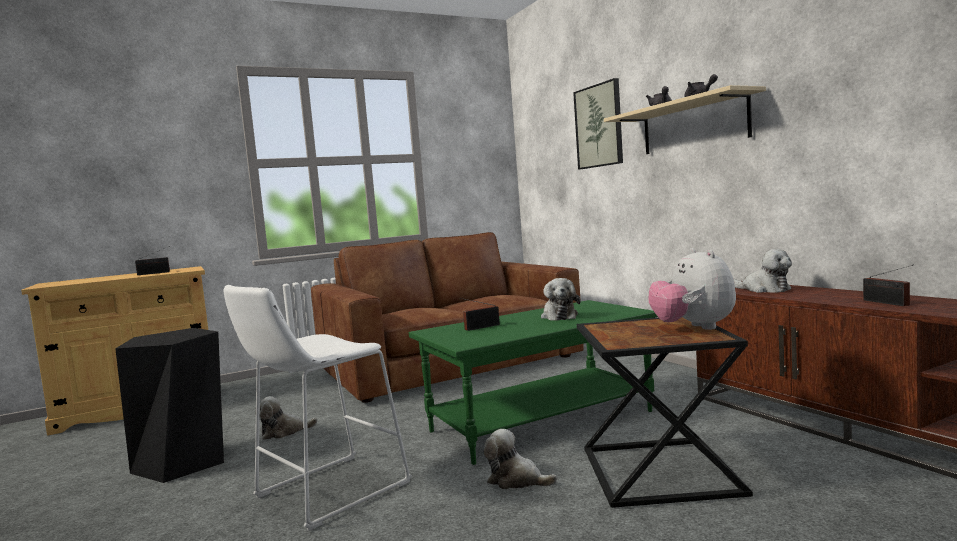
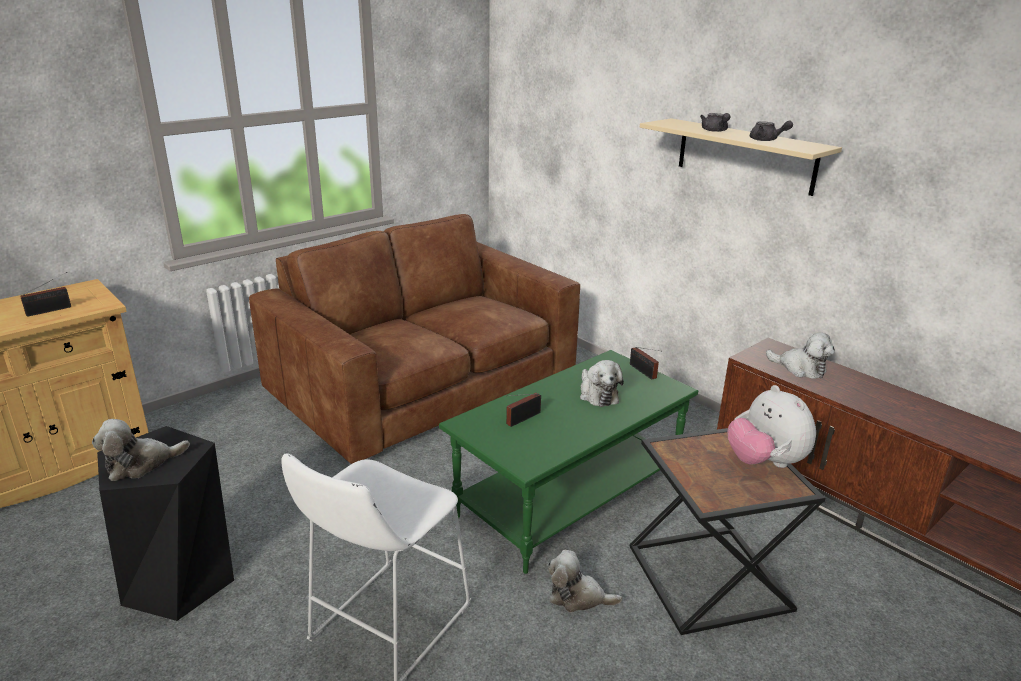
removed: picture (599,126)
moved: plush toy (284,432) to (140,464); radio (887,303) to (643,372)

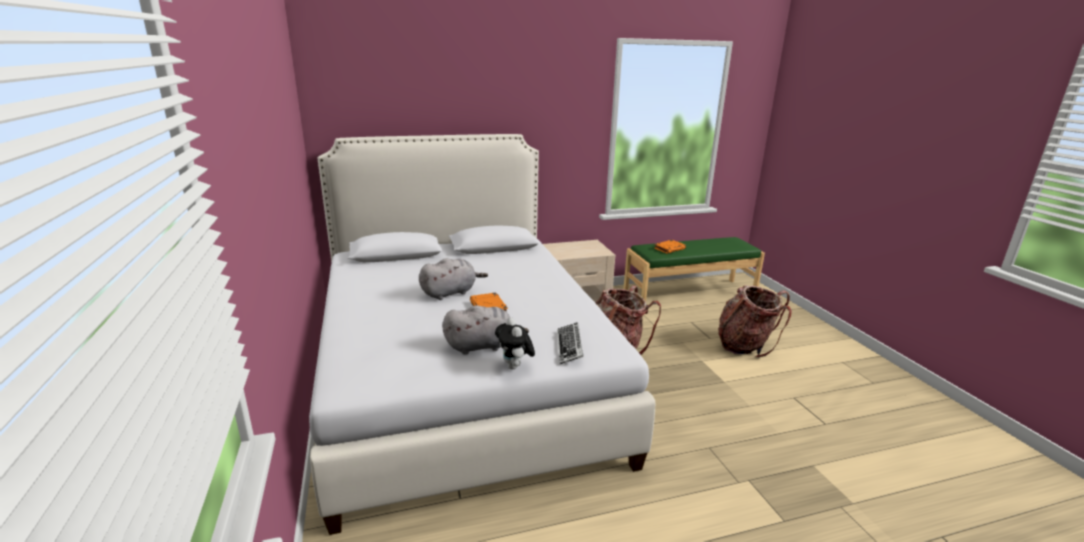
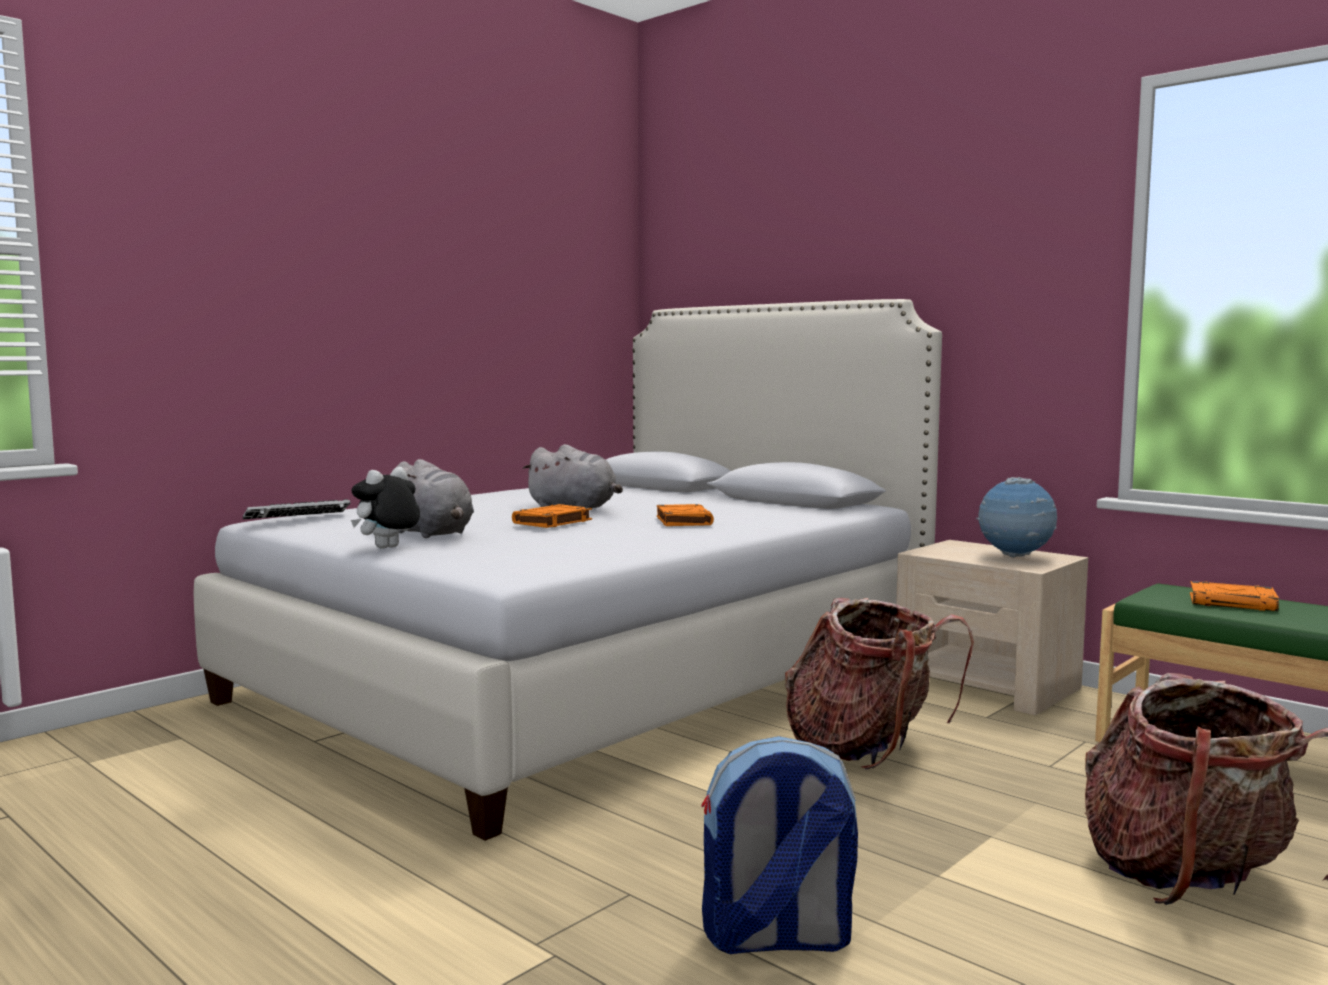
added: book/orange (683,521); backpack (776,938); globe (1015,557)
moved: keyboard (569,347) to (297,517)

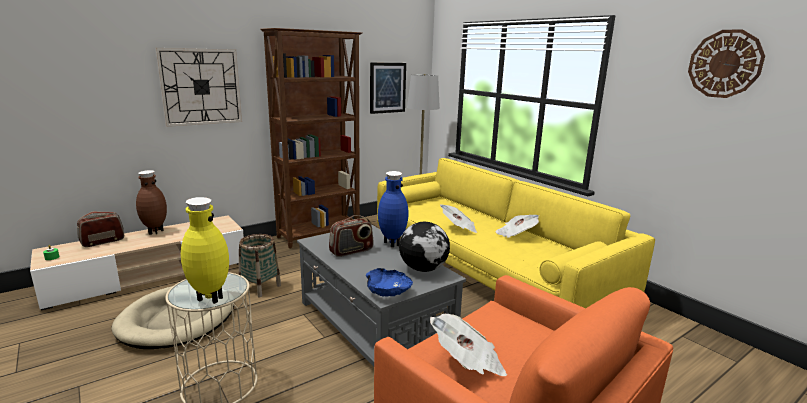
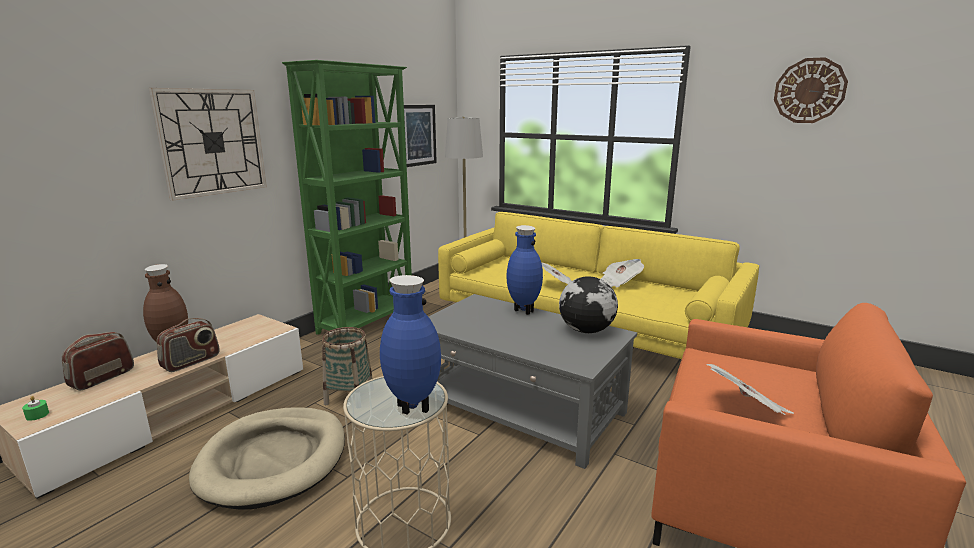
removed: bowl/blue (387,290)
moved: radio (351,251) to (191,362)
recoloured: vase/yellow (209,298) to vase/blue (412,408); bookcase/brown (320,234) to bookcase/green (368,322)

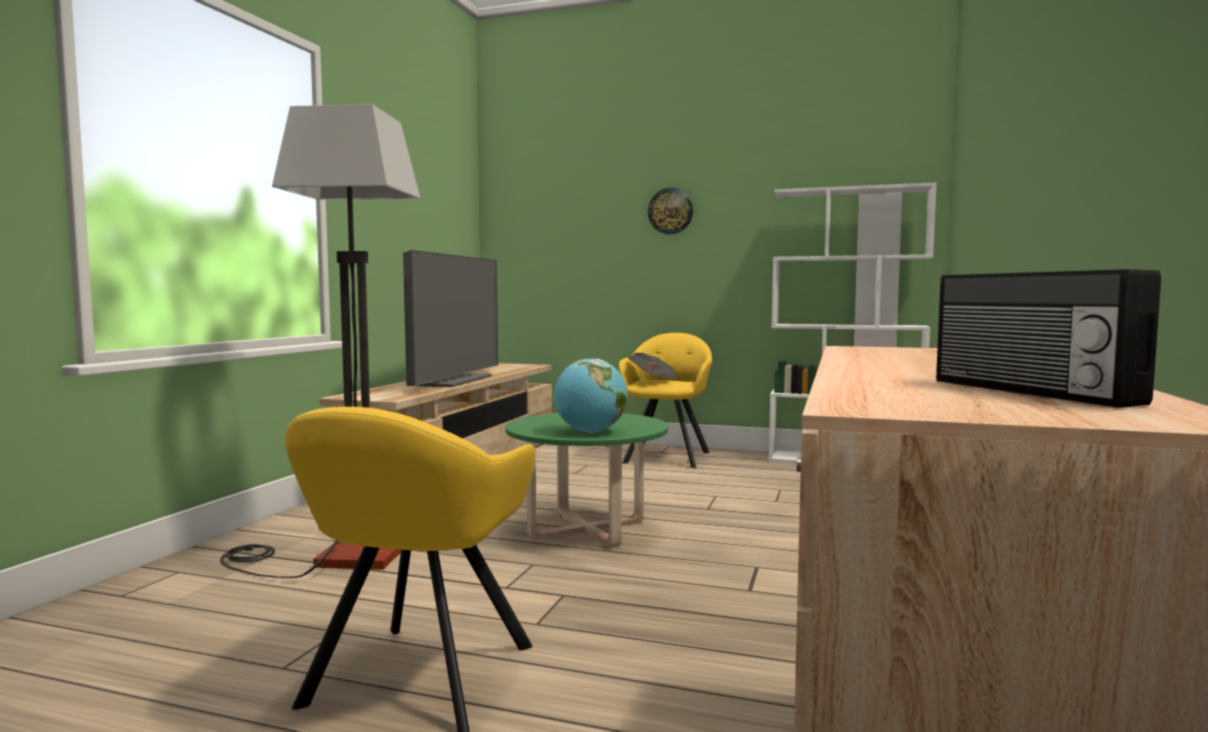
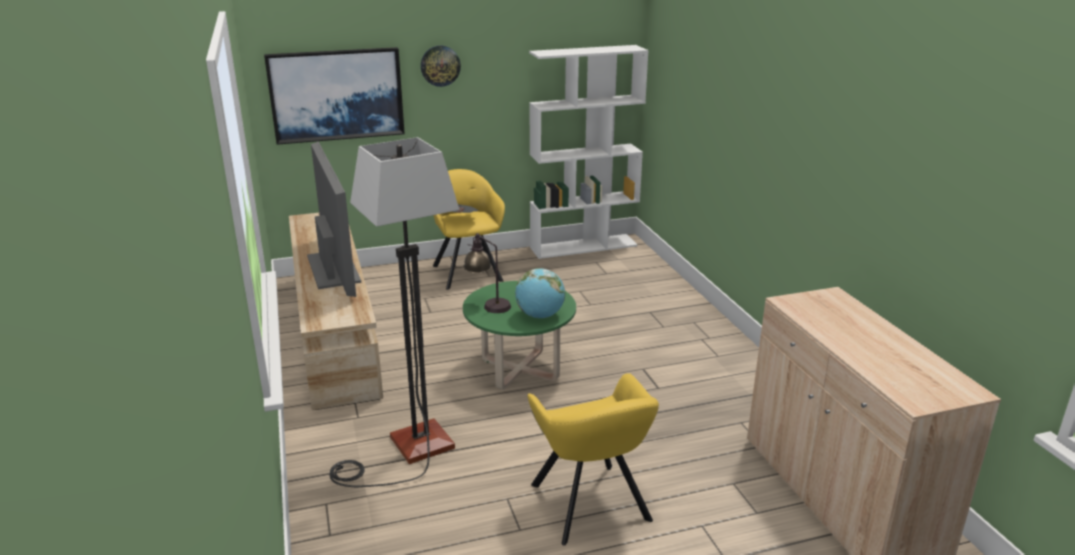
removed: radio (1027,392)
added: picture (336,94); table lamp (487,305)

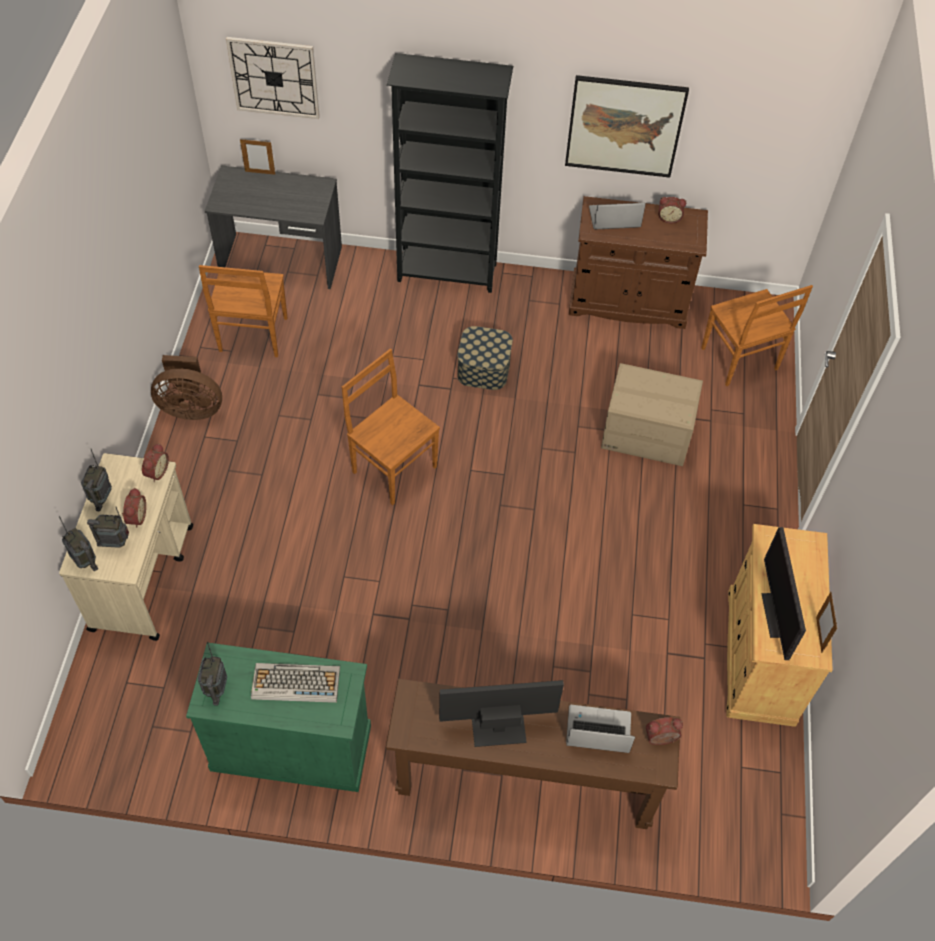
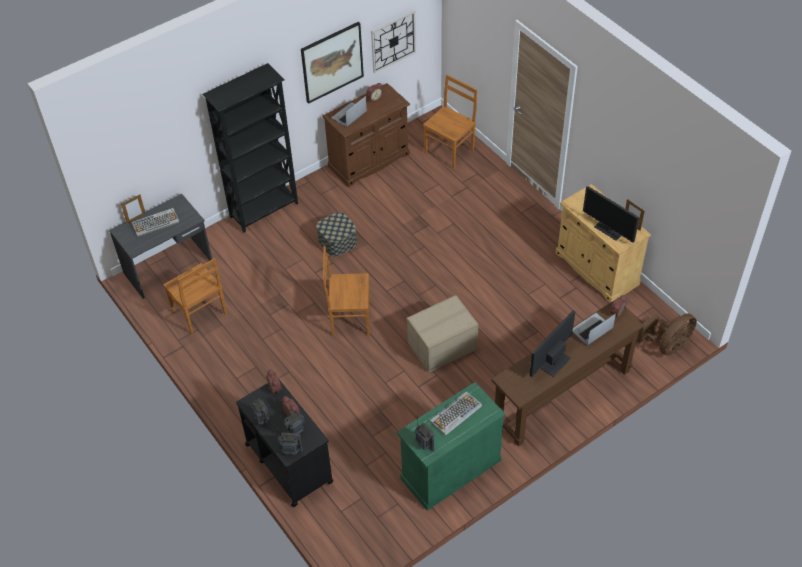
added: keyboard (156,222)
moved: fan/brown (191,408) to (667,345); wall clock (274,77) to (393,41); cardboard box (646,434) to (442,346)
recoloured: cart/beige (143,576) to cart/black (288,462)
turned: chair/brown (740,360) = (450,151) 75 degrees counterclockwise

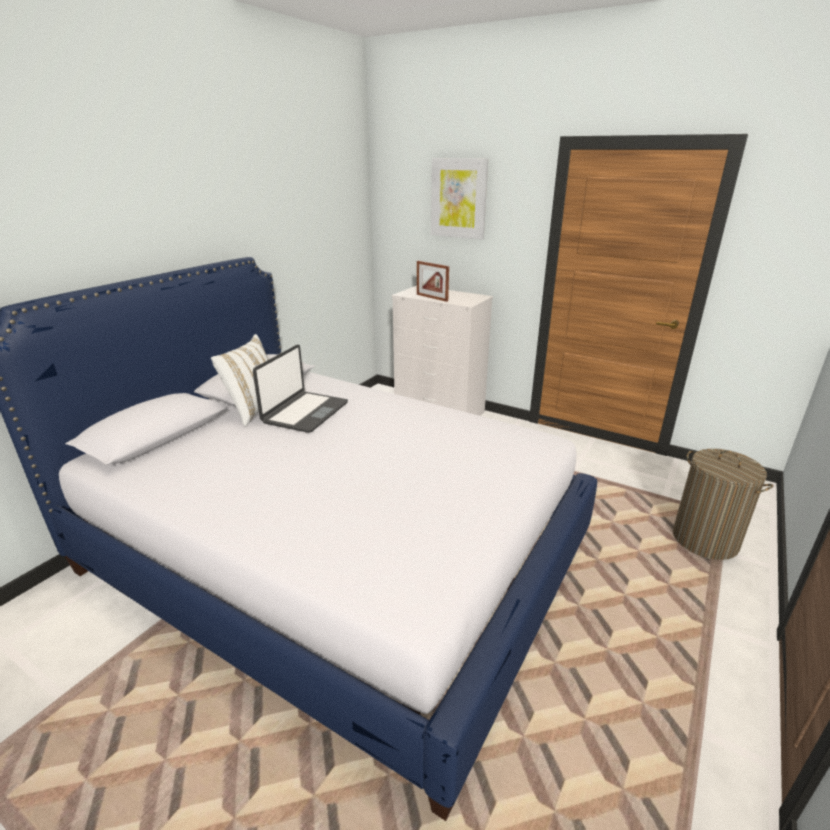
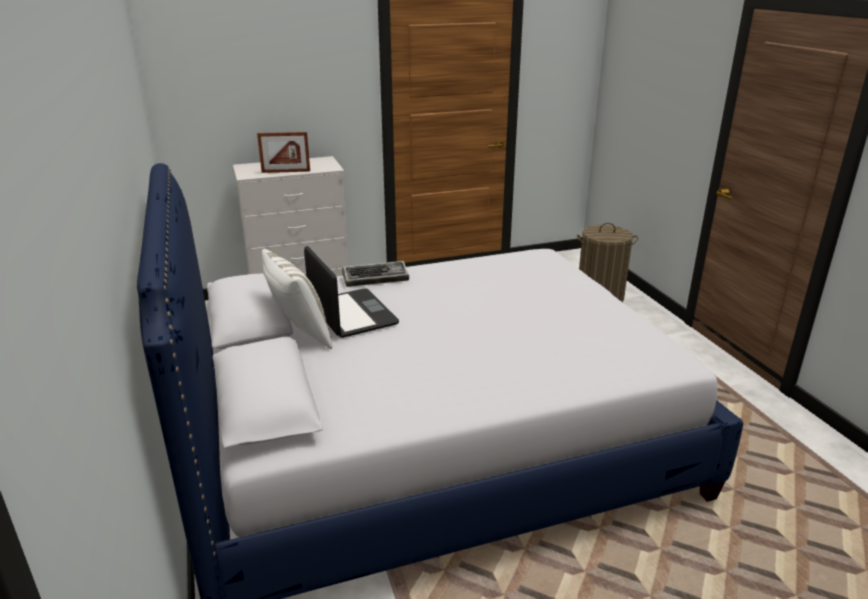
removed: picture (458,198)
added: keyboard (376,278)

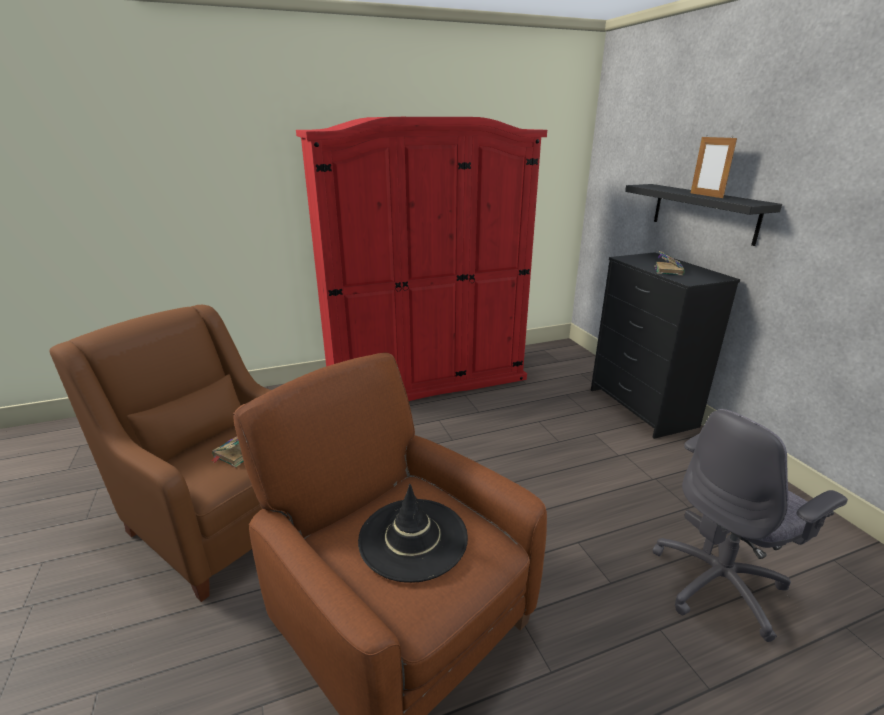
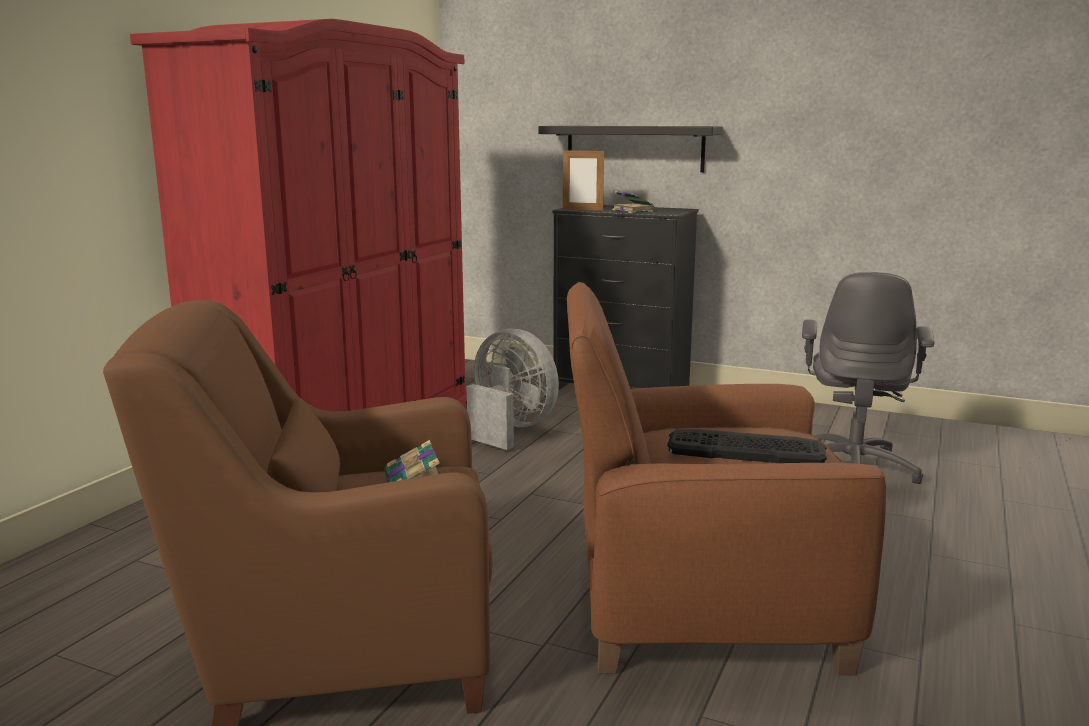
added: fan/grey (509,429)
moved: picture frame (706,195) to (582,209)
replaced: hat/black (413,538) to keyboard (745,448)

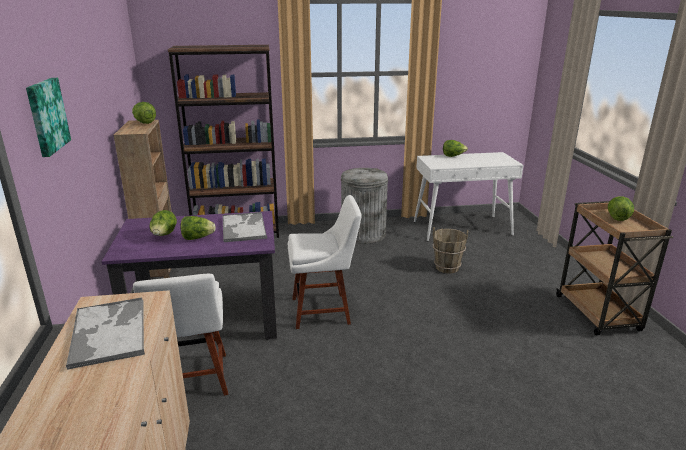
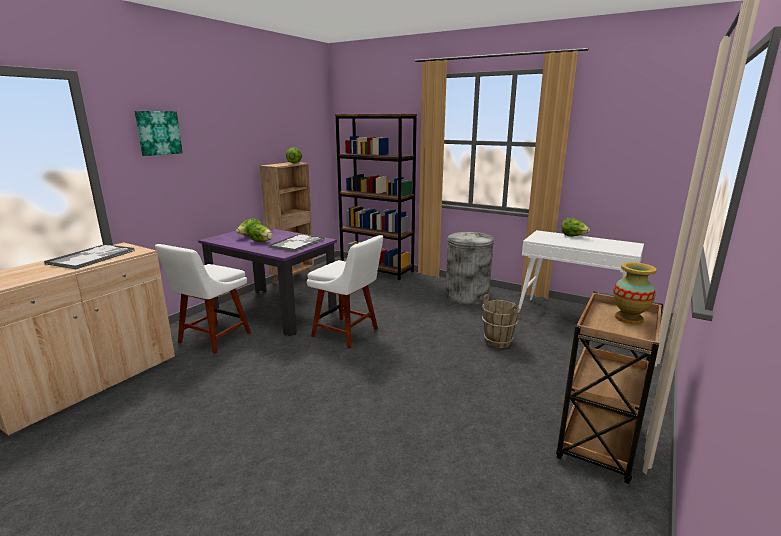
replaced: lettuce (617,217) to vase (628,319)

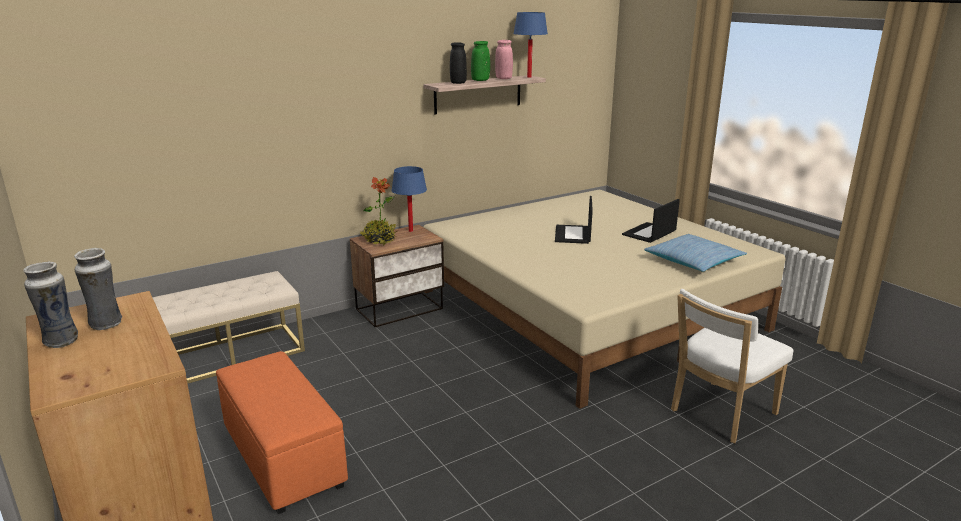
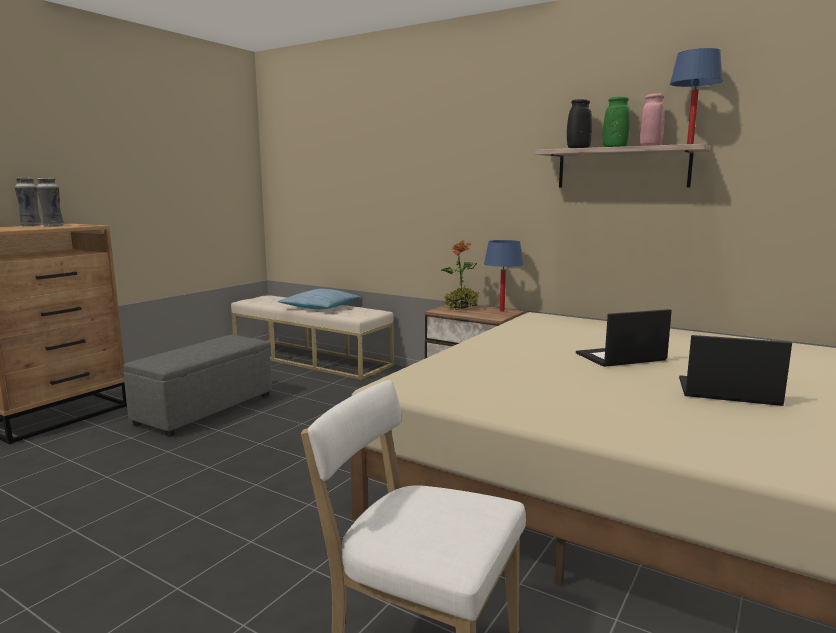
moved: pillow (693,261) to (320,307)
recoloured: ottoman/orange (284,457) to ottoman/grey (204,410)

